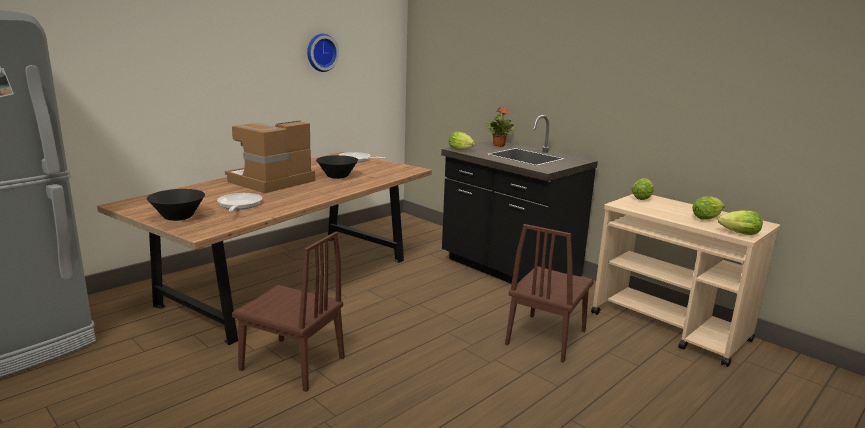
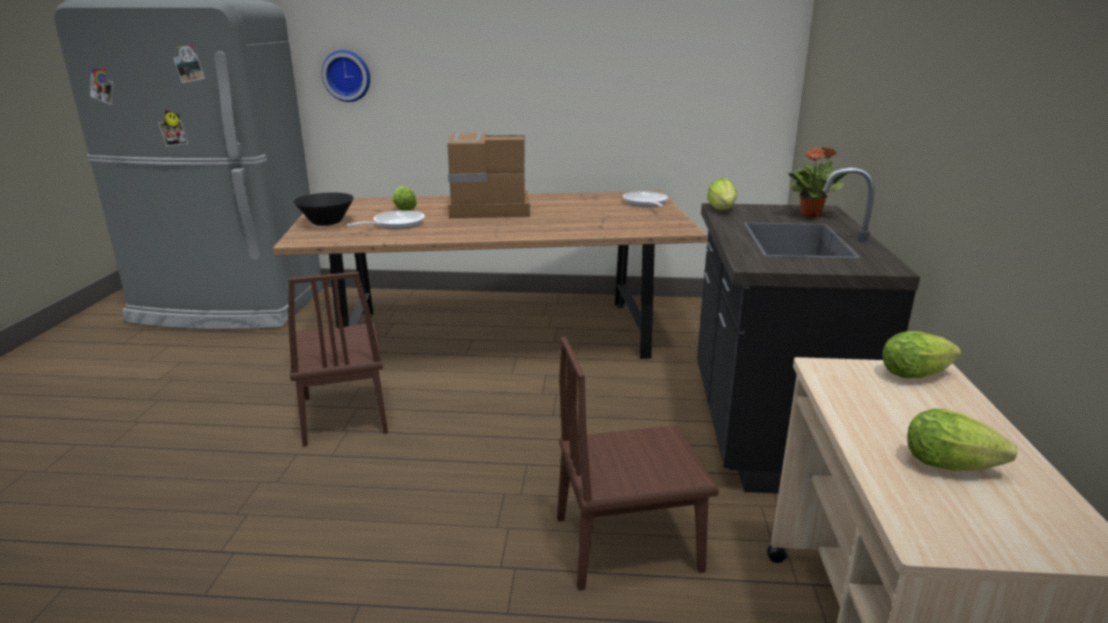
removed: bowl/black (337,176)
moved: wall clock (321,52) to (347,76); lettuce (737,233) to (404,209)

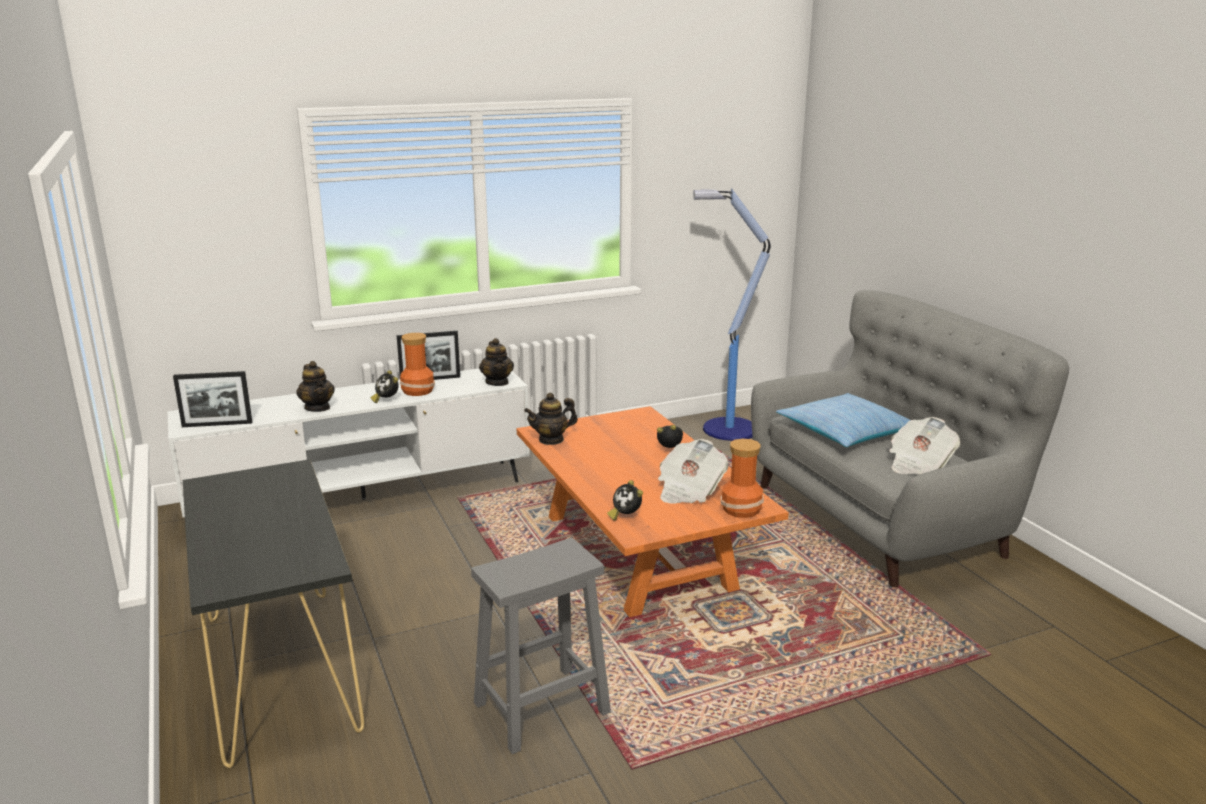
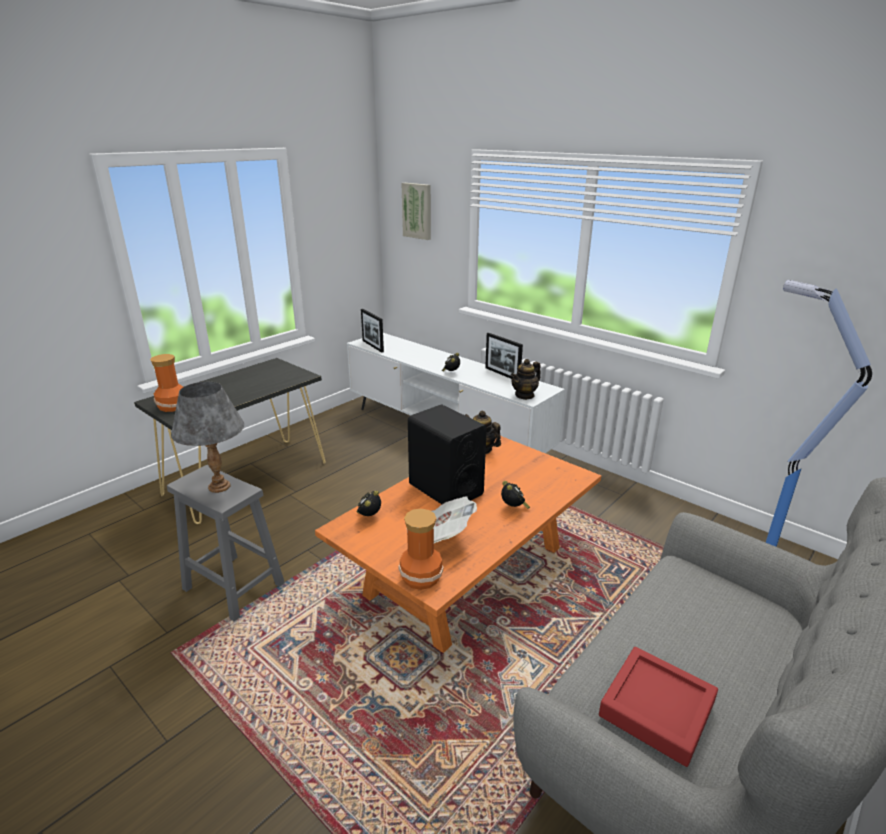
removed: teapot (317,408); pillow (845,432)
added: table lamp/grey (219,486); picture (418,211); speaker/black (445,489)
moved: vase (417,391) to (172,406)
replaced: newspaper (918,464) to tray/red (656,709)

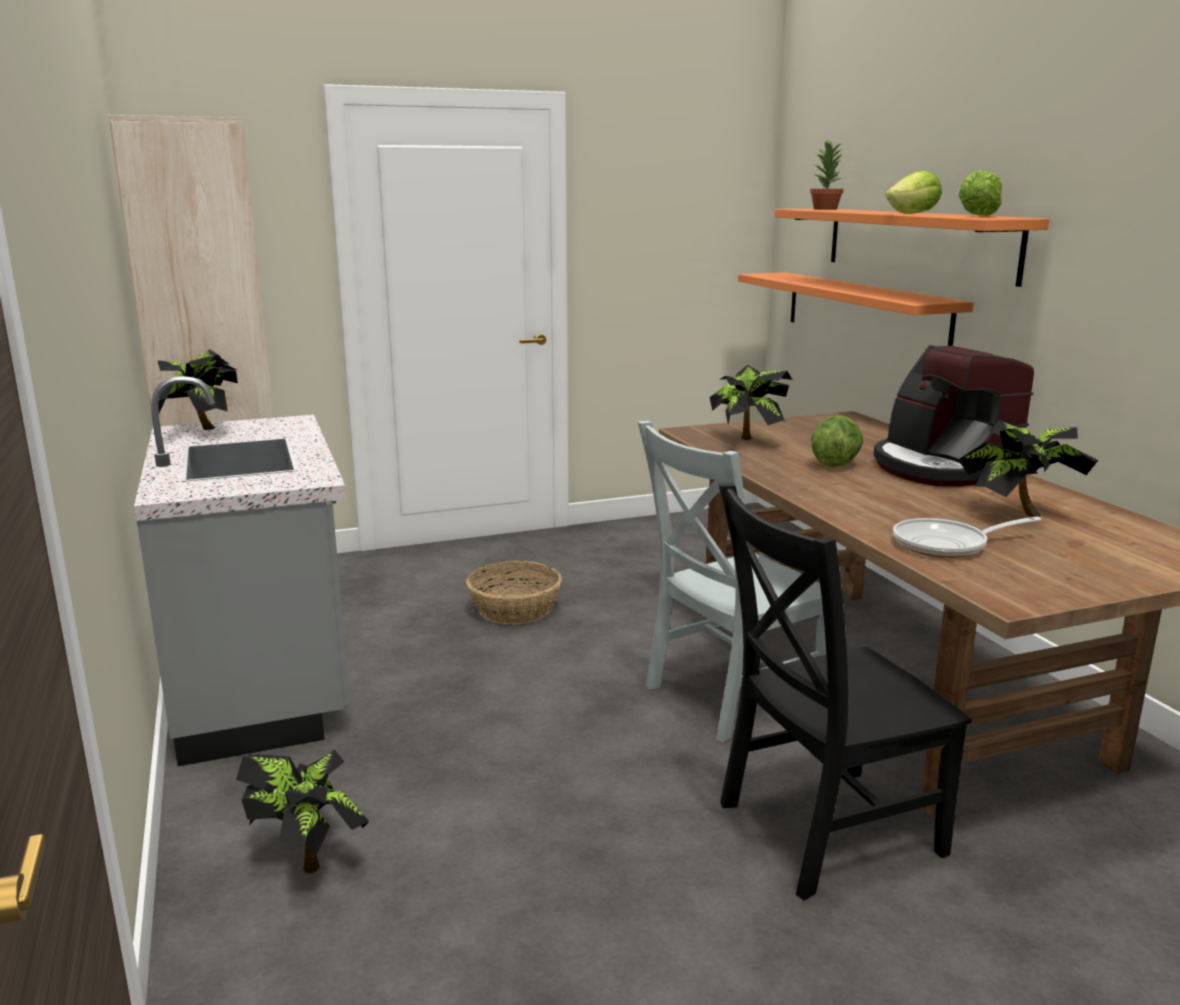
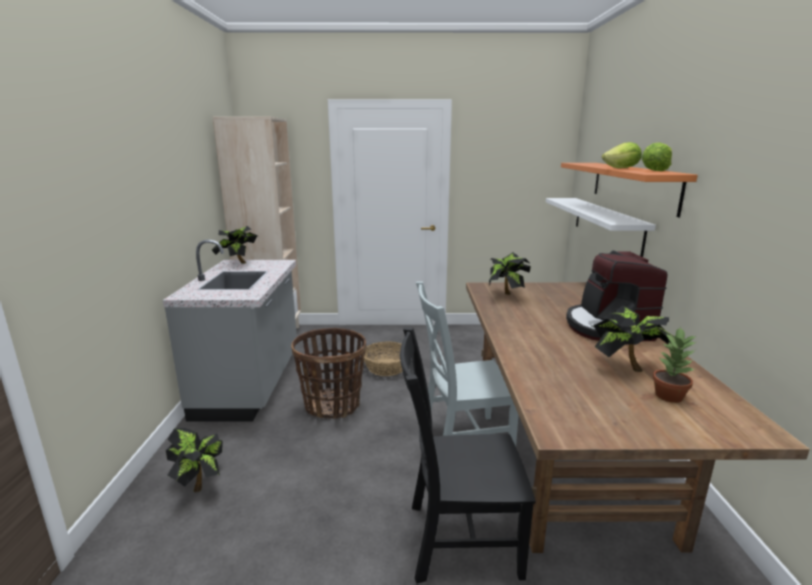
removed: lettuce (834,464); frying pan (947,545)
added: basket (332,405)
moved: potted plant (825,209) to (669,396)
recoloured: shelf/orange (864,312) to shelf/white (606,224)

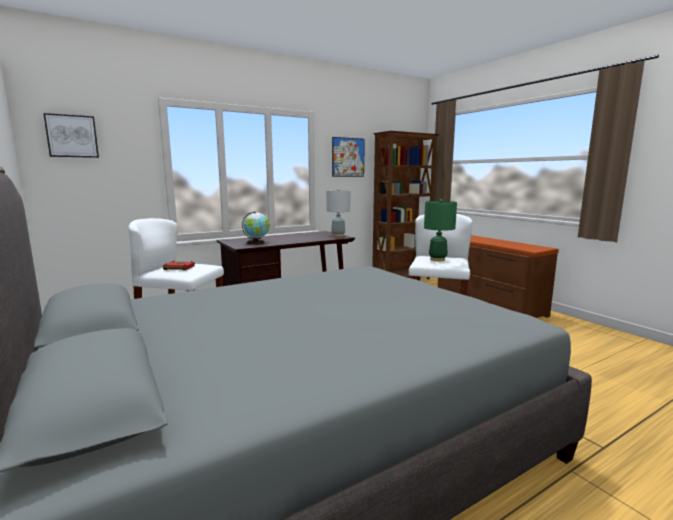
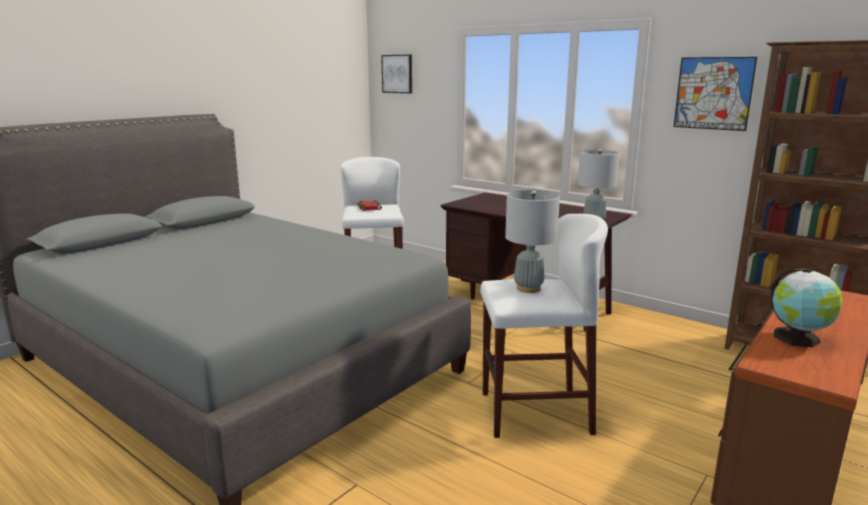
moved: globe (257,243) to (798,338)
recoloured: table lamp/green (437,259) to table lamp/grey (528,288)

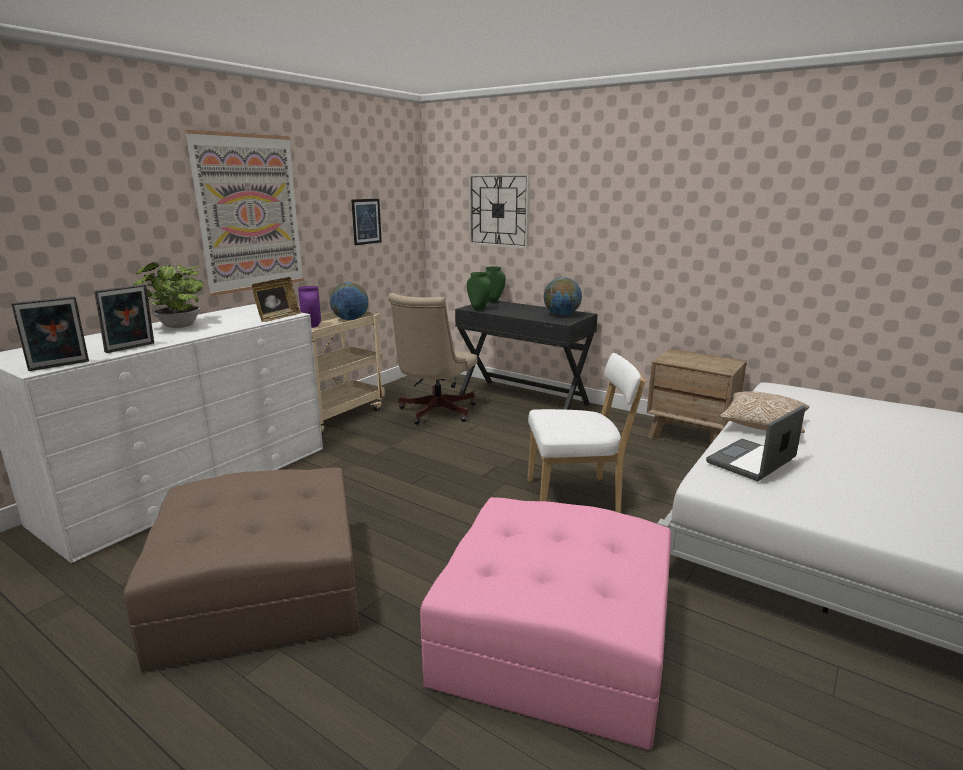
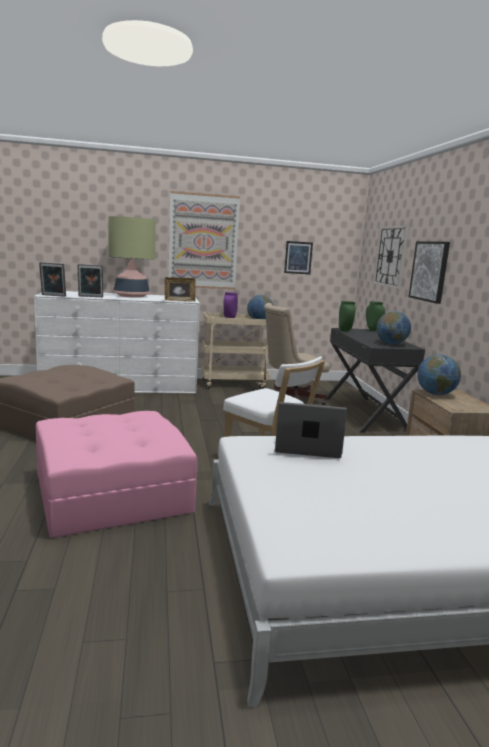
removed: pillow (762,426)
added: picture (429,271); globe (435,394)
replaced: potted plant (177,327) to table lamp (131,296)

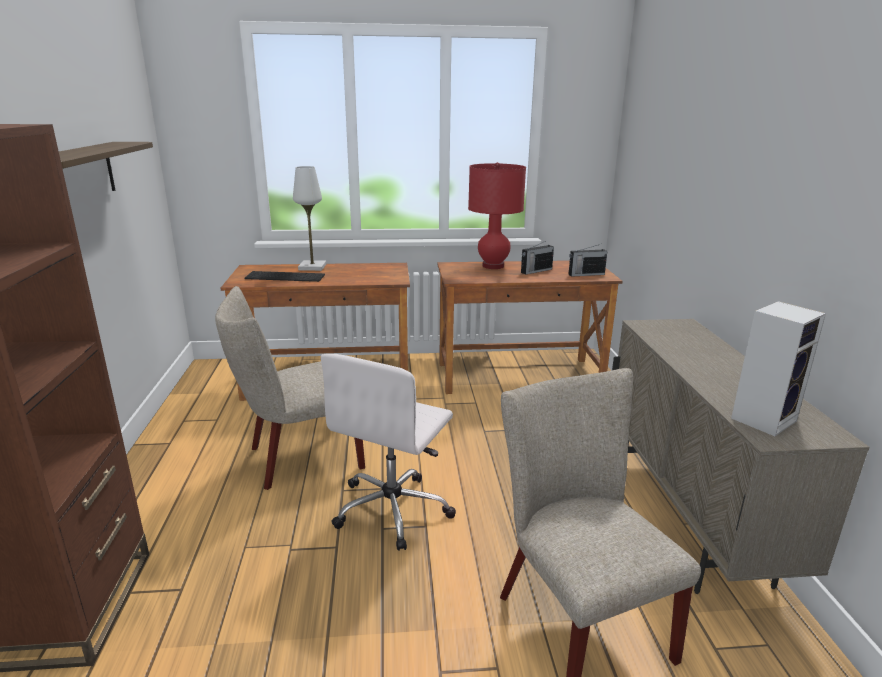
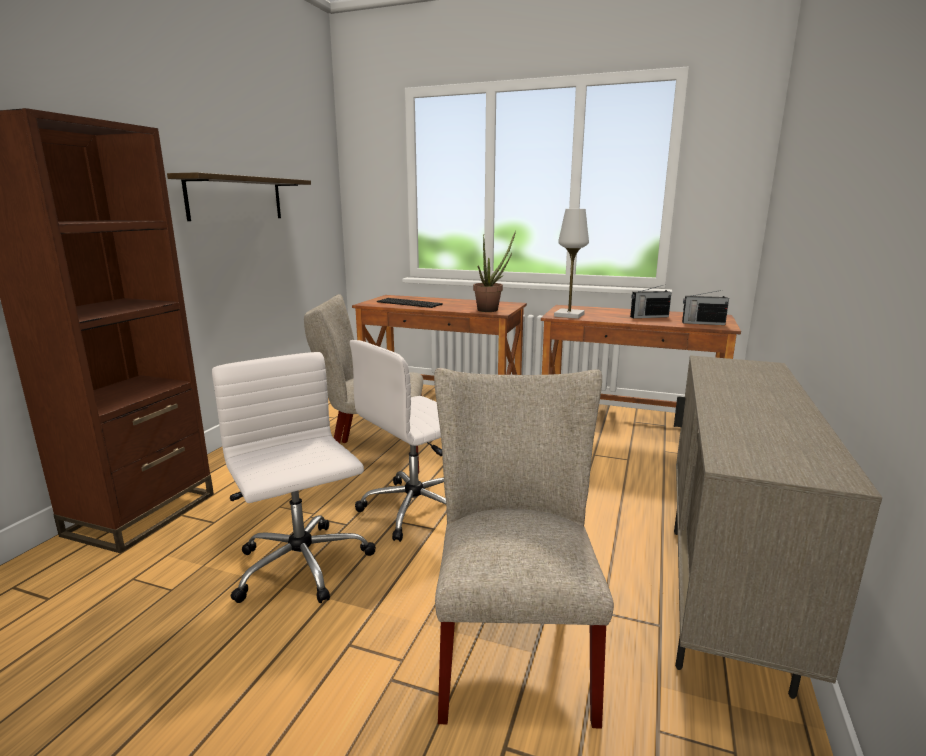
removed: table lamp/red (493,266); speaker (763,418)
added: office chair/white (302,566); potted plant (491,309)
moved: table lamp/white (312,267) to (569,315)

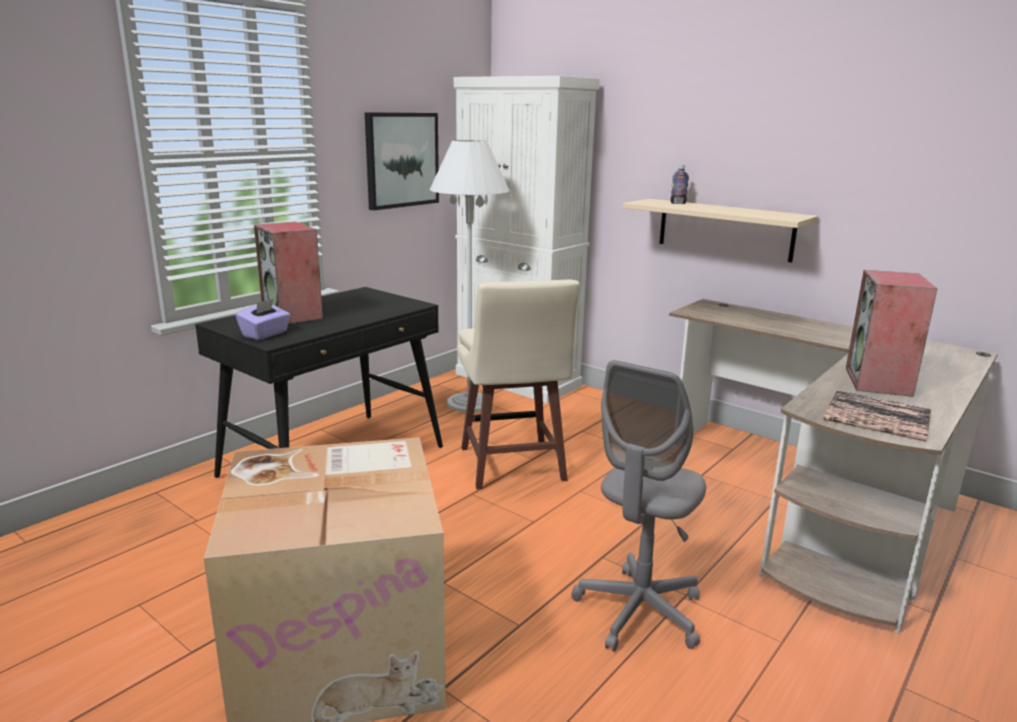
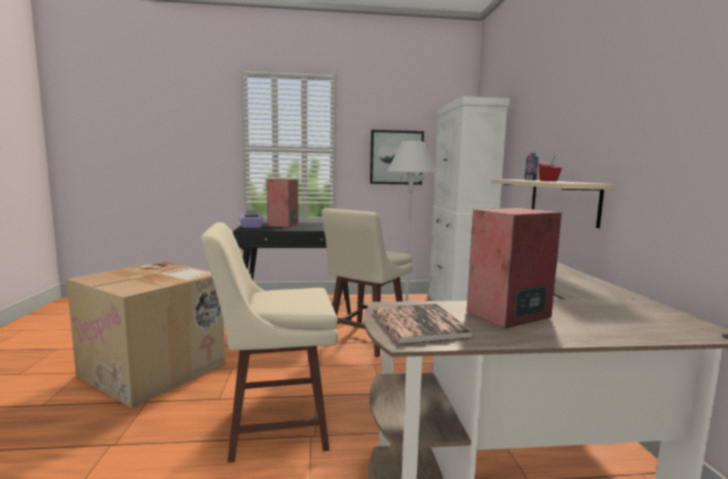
added: tissue box/red (549,181)
replaced: office chair/grey (639,612) to stool/beige (274,427)

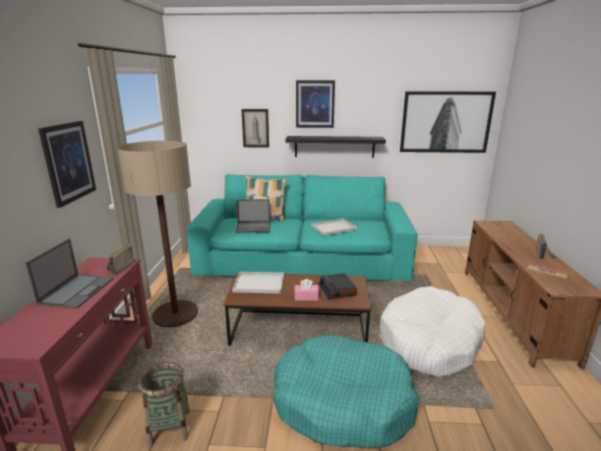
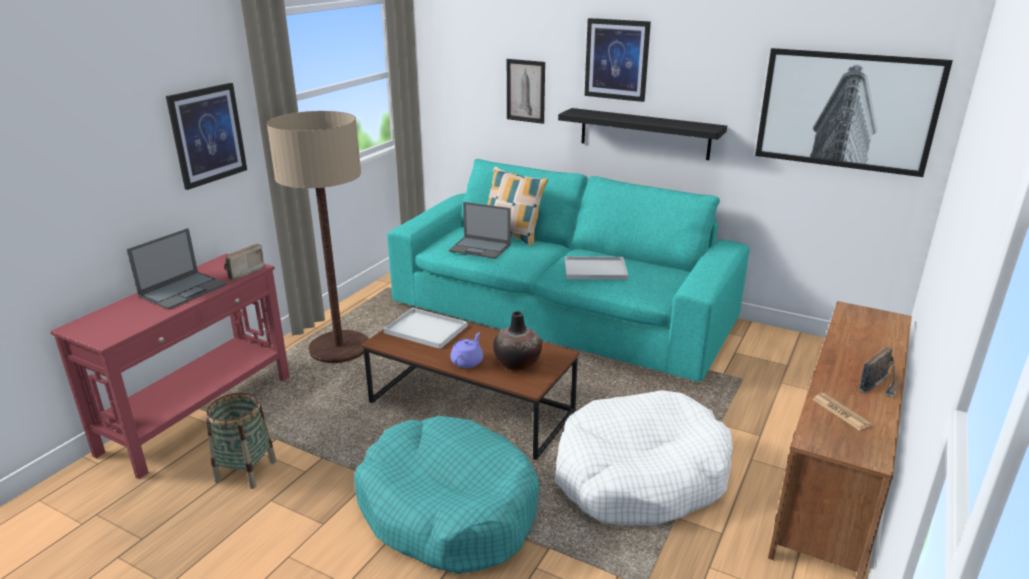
replaced: tissue box/pink (306,297) to teapot/purple (467,361); alarm clock (337,290) to vase (517,363)

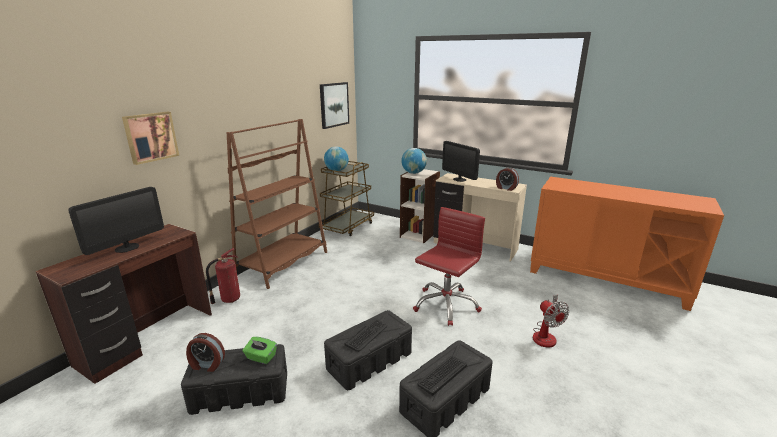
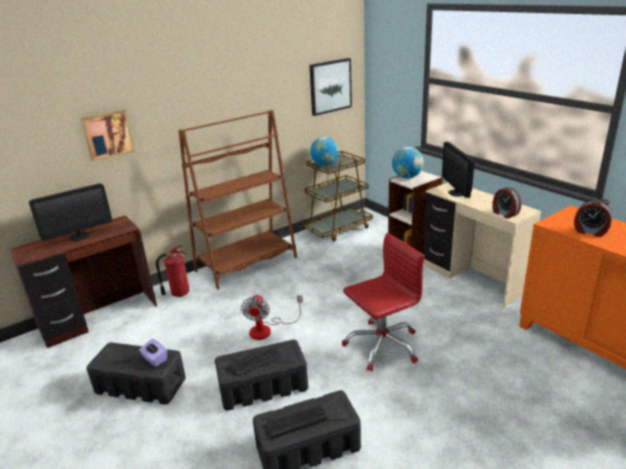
moved: alarm clock (207,365) to (590,232); fan (546,335) to (267,329)
recoloured: tissue box/green (261,357) to tissue box/purple (155,359)

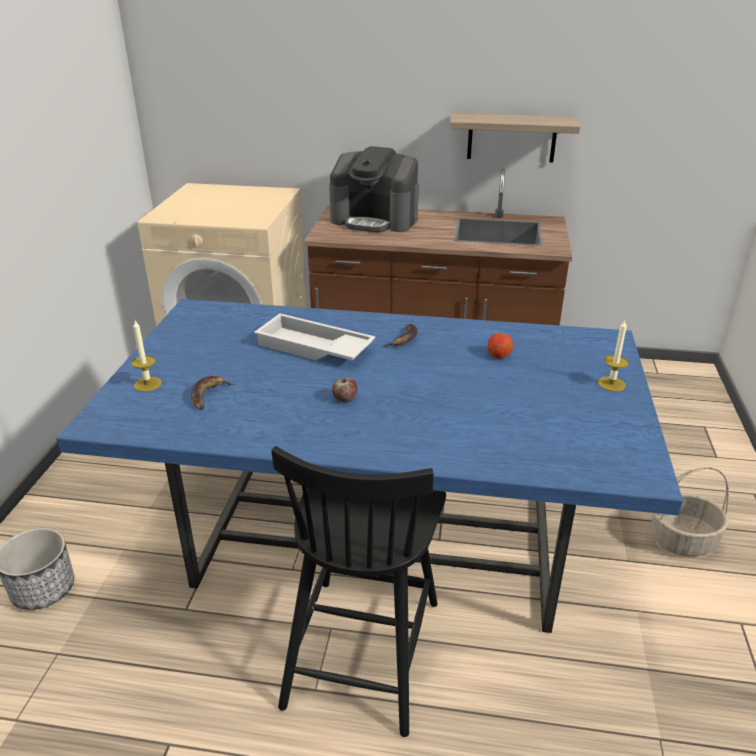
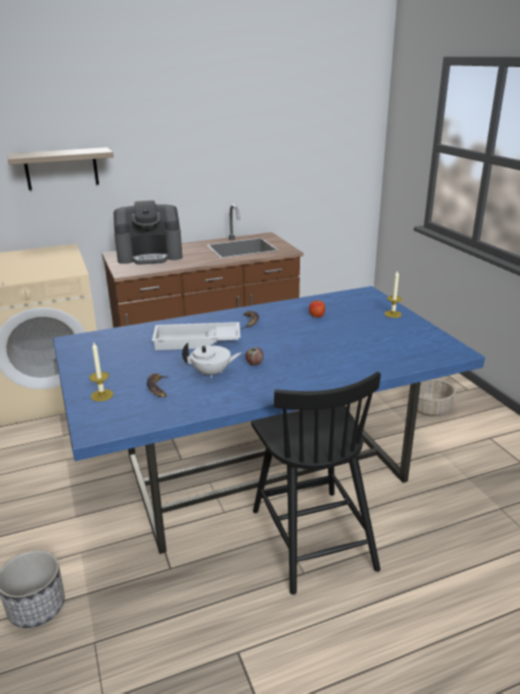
added: teapot/white (212,373)
moved: shelf (511,137) to (61,168)

